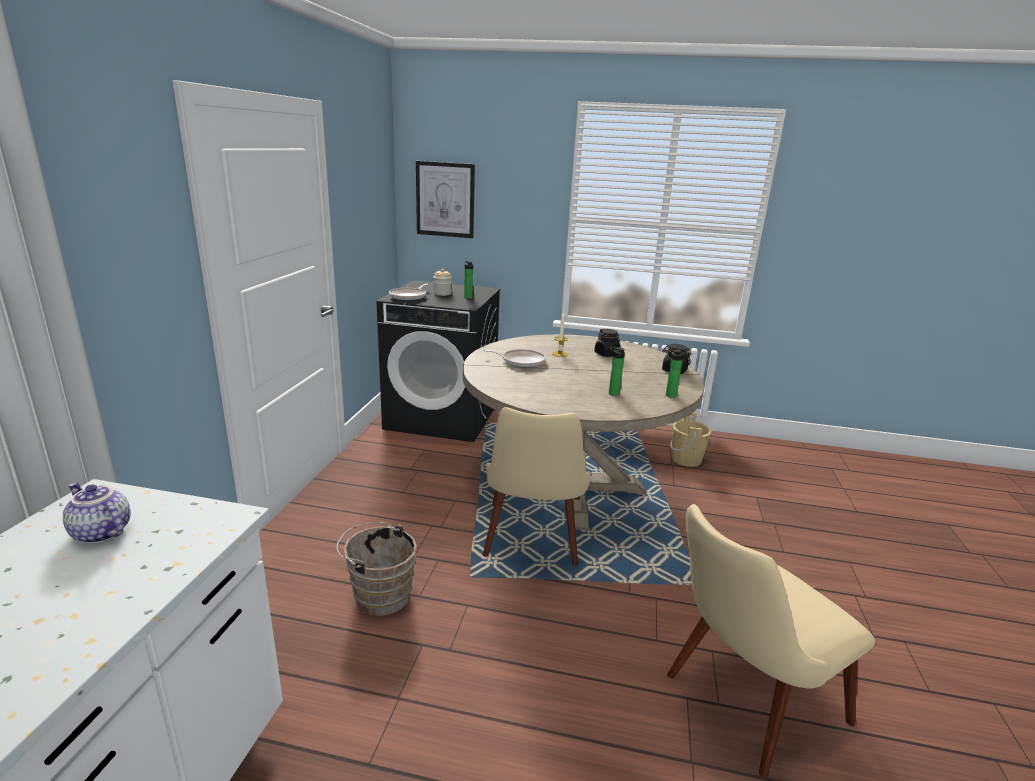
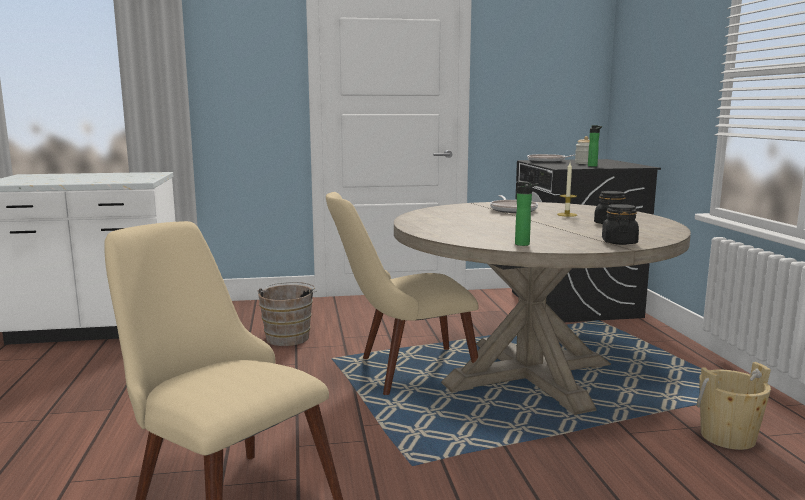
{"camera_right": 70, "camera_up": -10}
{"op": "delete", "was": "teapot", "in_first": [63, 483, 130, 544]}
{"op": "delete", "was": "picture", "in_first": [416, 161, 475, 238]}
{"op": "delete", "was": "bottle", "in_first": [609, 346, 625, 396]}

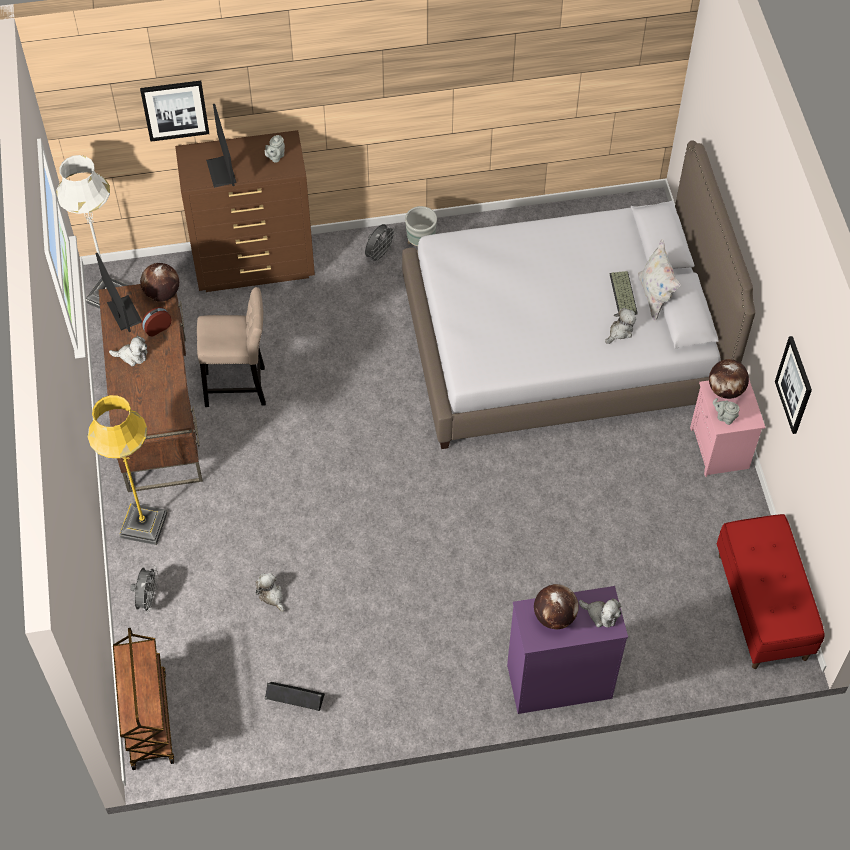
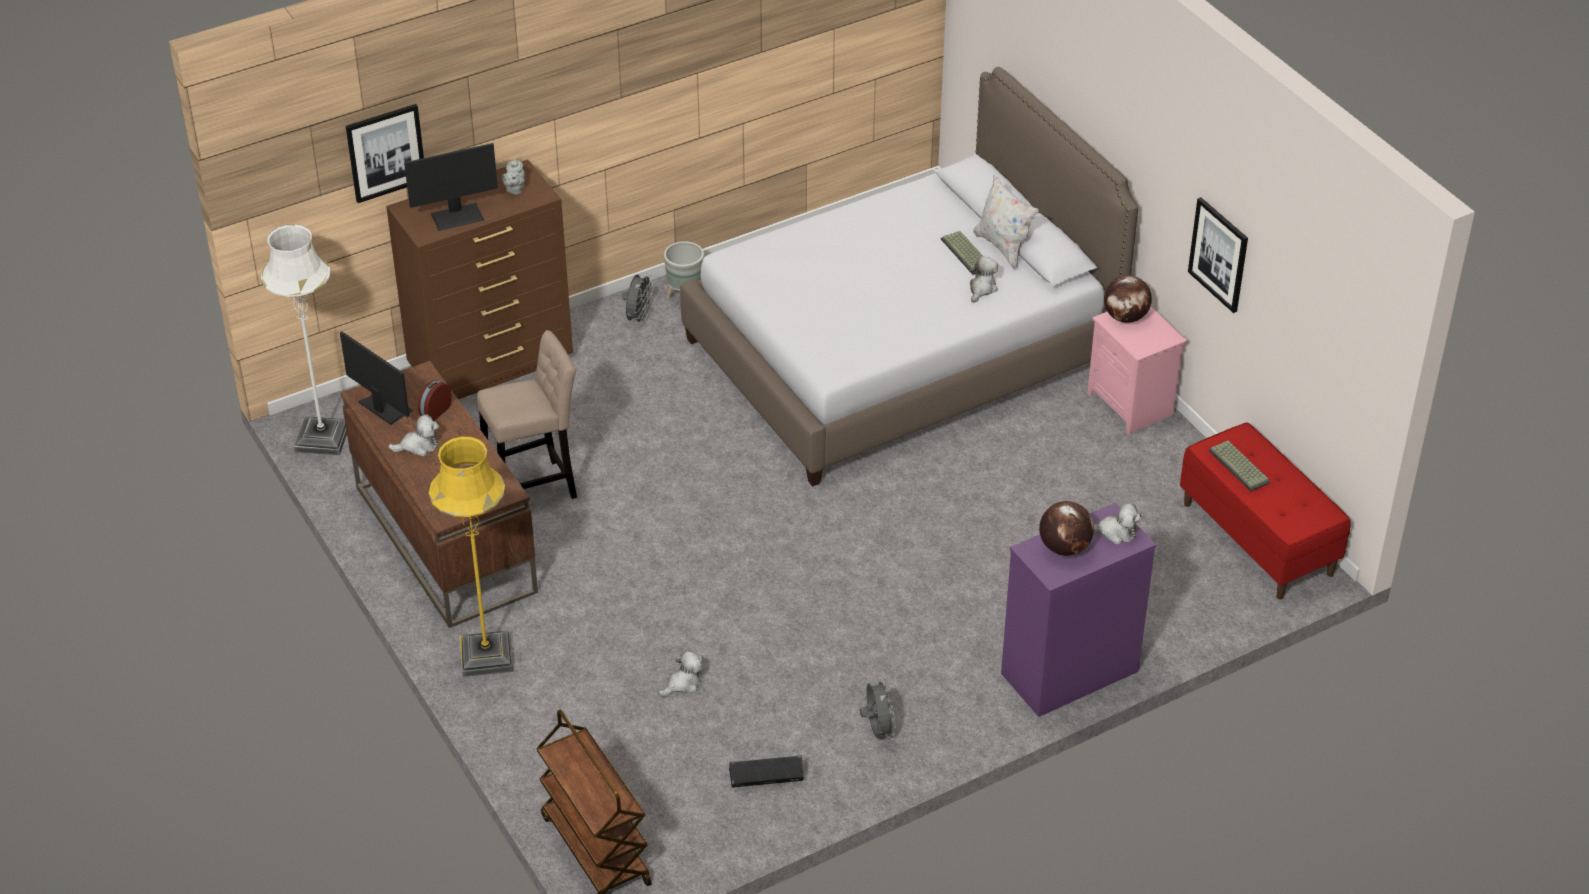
{"camera_right": -20, "camera_up": -15}
{"op": "delete", "was": "globe", "in_first": [140, 263, 179, 302]}
{"op": "delete", "was": "grey_teapot", "in_first": [713, 398, 740, 425]}
{"op": "insert", "now": "keyboard", "in_second": [1209, 441, 1270, 491]}
{"op": "move", "was": "grey_fan", "in_first": [130, 566, 158, 614], "in_second": [860, 678, 896, 739]}
{"op": "rotate", "was": "monitor", "in_first": [206, 104, 236, 188], "in_second": [404, 143, 498, 231], "clockwise": -75}
{"op": "rotate", "was": "plush_toy", "in_first": [256, 573, 284, 612], "in_second": [659, 650, 703, 697], "clockwise": 105}

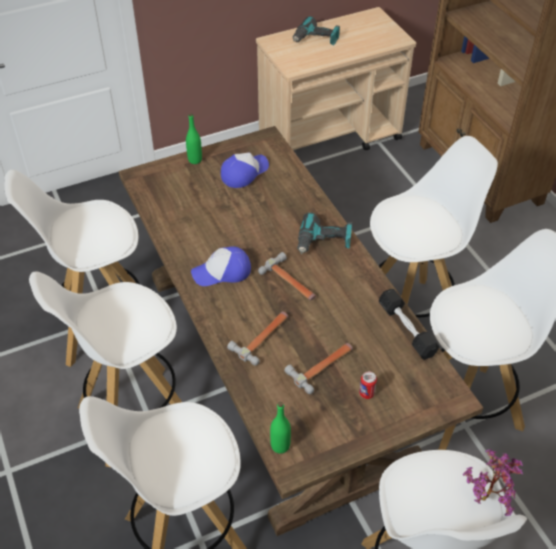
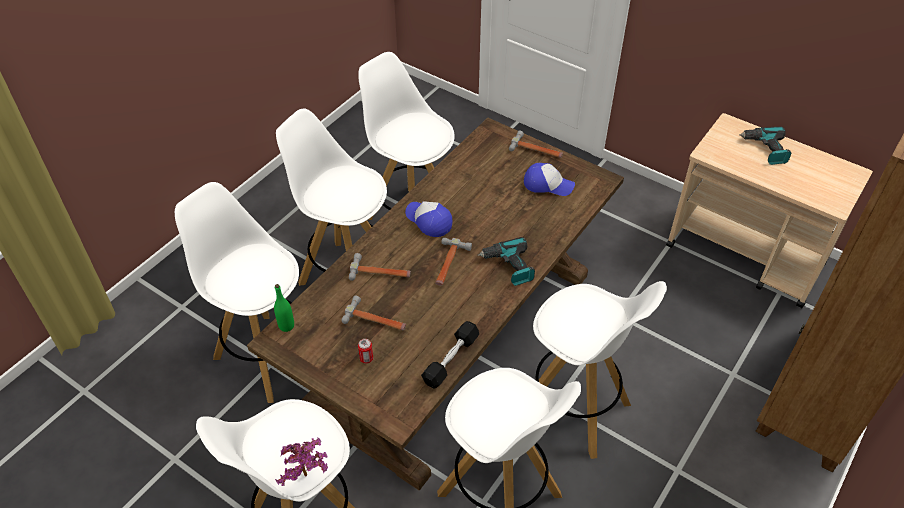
{"camera_right": 60, "camera_up": 0}
{"op": "replace", "was": "green_bottle", "now": "hammer", "in_first": [186, 113, 202, 164], "in_second": [509, 131, 563, 158]}

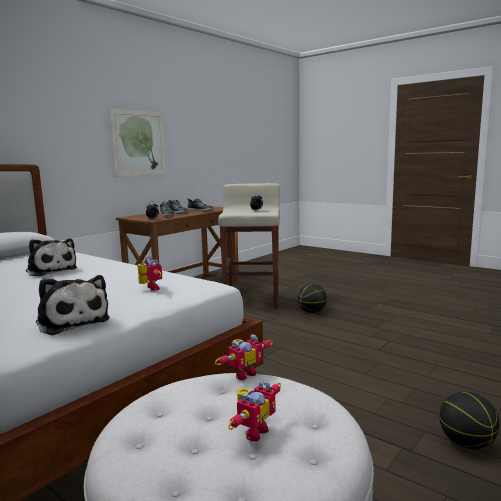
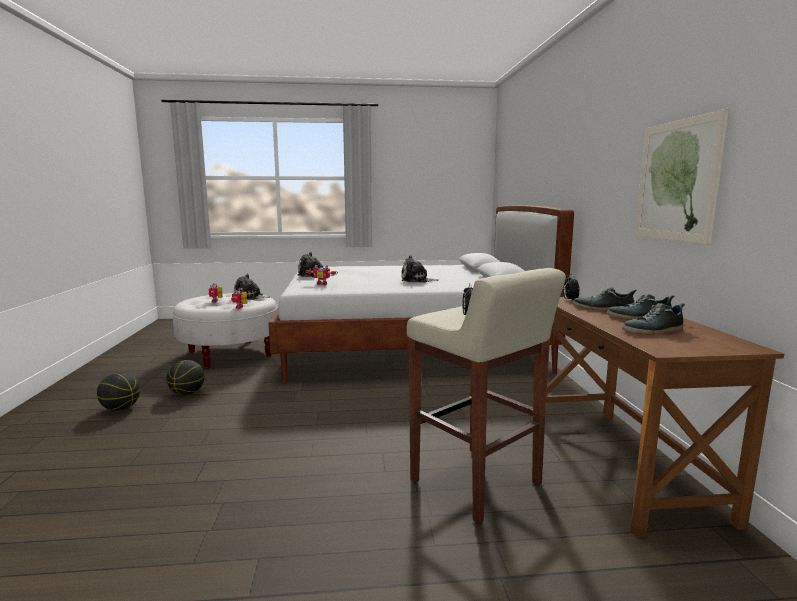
{"camera_right": 135, "camera_up": 0}
{"op": "insert", "now": "plush_toy", "in_second": [234, 274, 270, 300]}
{"op": "move", "was": "basketball", "in_first": [297, 284, 327, 313], "in_second": [167, 360, 205, 395]}

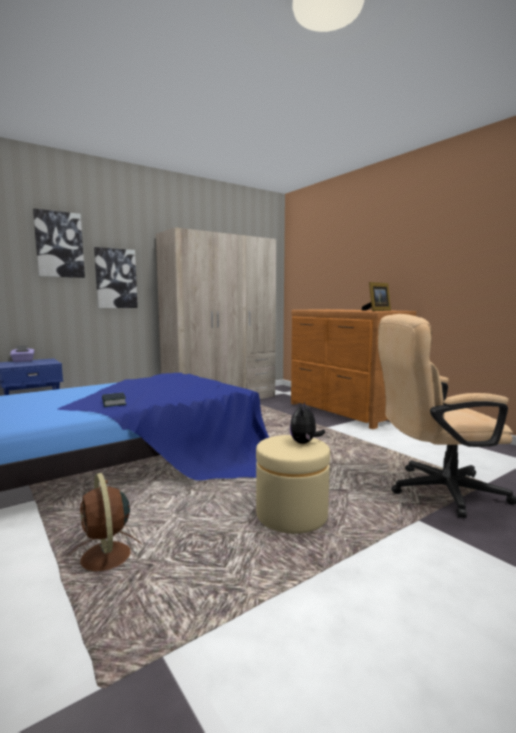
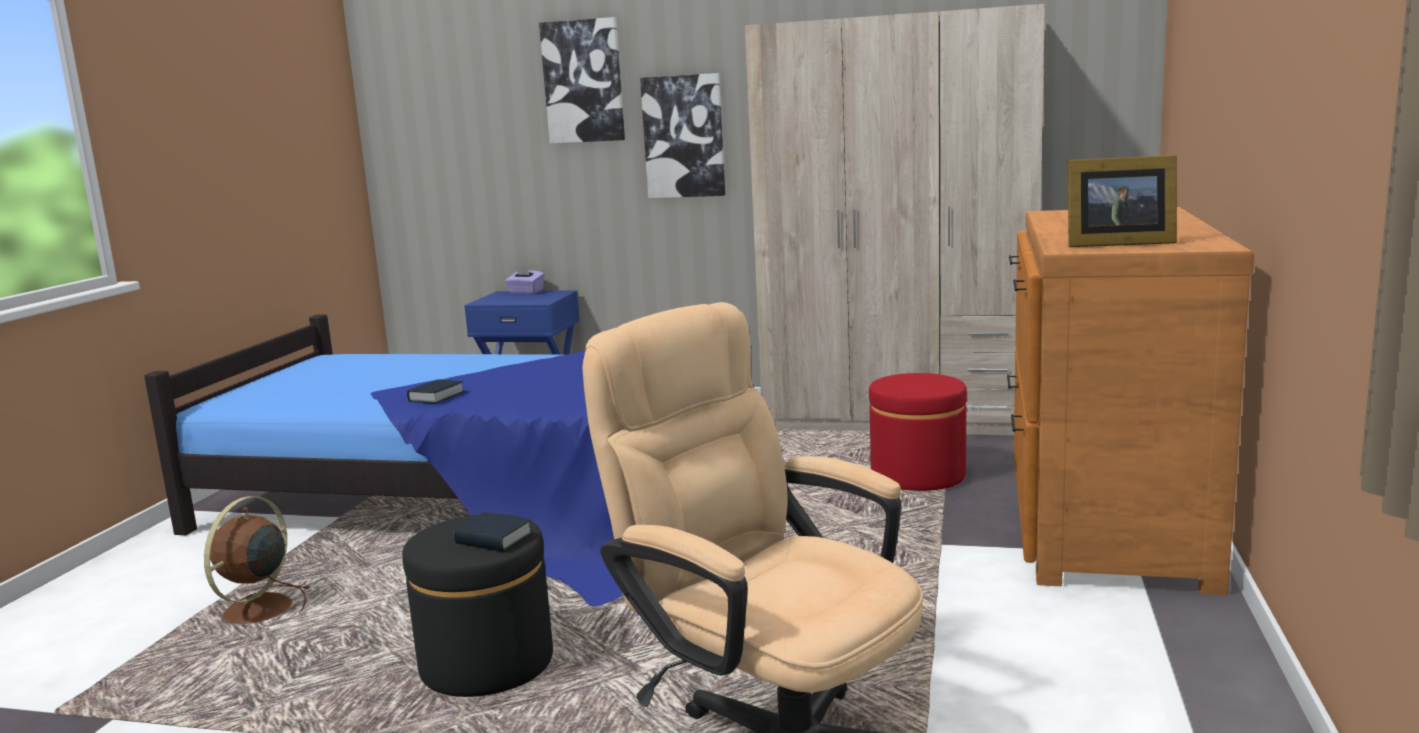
{"camera_right": 50, "camera_up": 5}
{"op": "insert", "now": "red_ottoman", "in_second": [869, 373, 967, 491]}
{"op": "replace", "was": "plush_toy", "now": "book", "in_first": [290, 402, 325, 444], "in_second": [453, 512, 533, 552]}
{"op": "recolor", "was": "beige_ottoman", "now": "black_ottoman", "in_first": [256, 435, 330, 534], "in_second": [402, 514, 553, 697]}

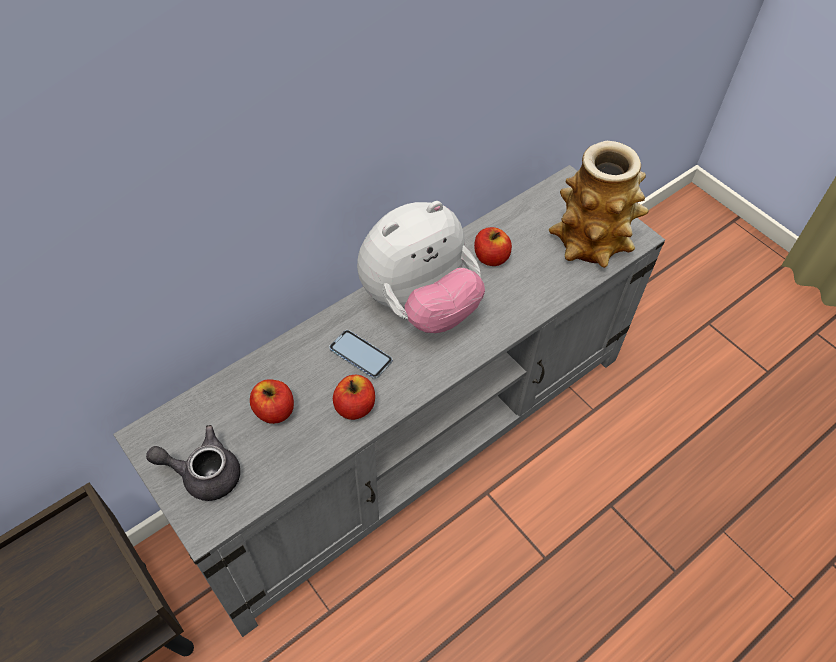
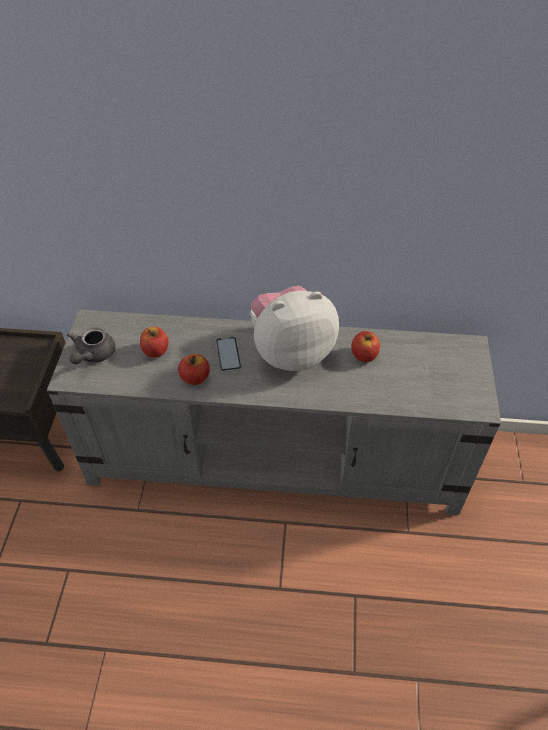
{"camera_right": 45, "camera_up": -5}
{"op": "delete", "was": "vase", "in_first": [549, 141, 649, 268]}
{"op": "rotate", "was": "grey_teapot", "in_first": [146, 425, 240, 501], "in_second": [67, 328, 115, 364], "clockwise": -120}
{"op": "rotate", "was": "plush_toy", "in_first": [357, 201, 485, 333], "in_second": [250, 286, 339, 371], "clockwise": 150}

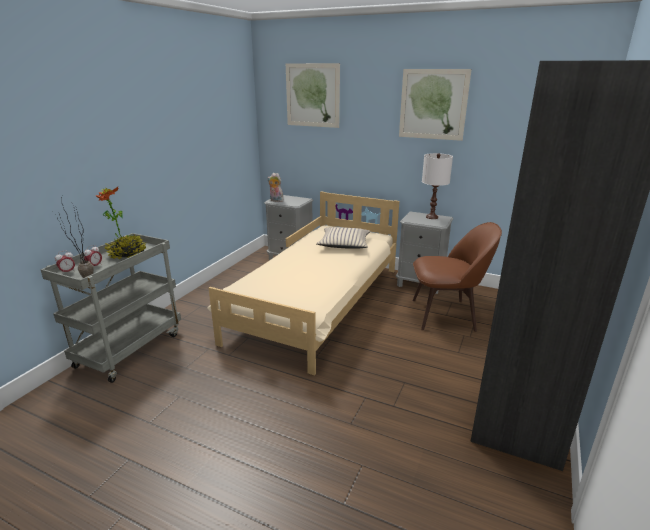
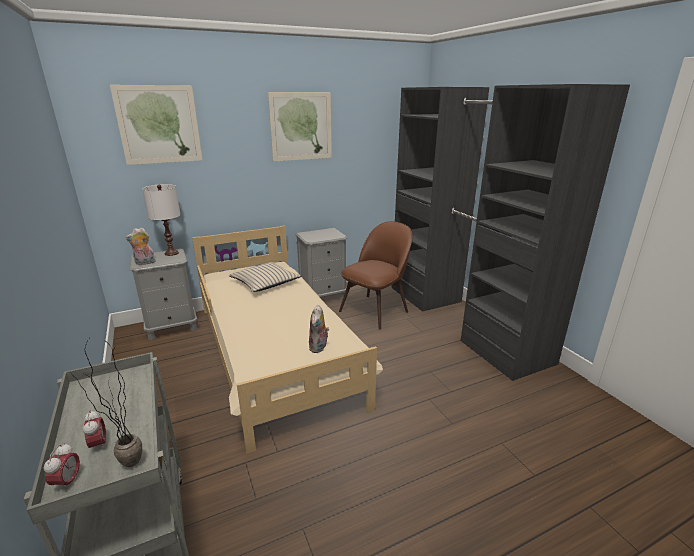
{"camera_right": -50, "camera_up": 0}
{"op": "delete", "was": "potted_plant", "in_first": [95, 187, 146, 259]}
{"op": "insert", "now": "plush_toy", "in_second": [309, 305, 329, 353]}
{"op": "move", "was": "white_table_lamp", "in_first": [422, 153, 453, 219], "in_second": [142, 184, 181, 256]}

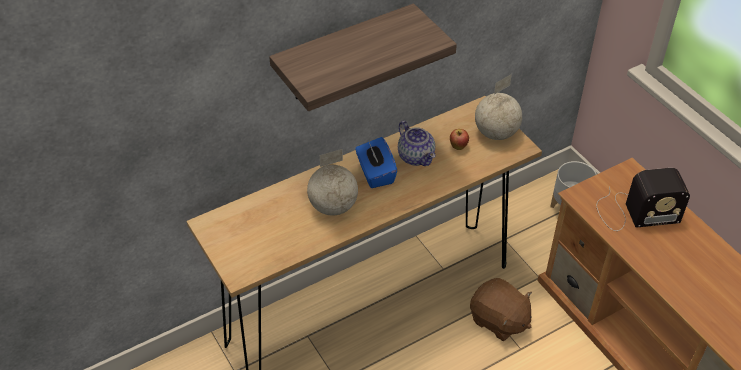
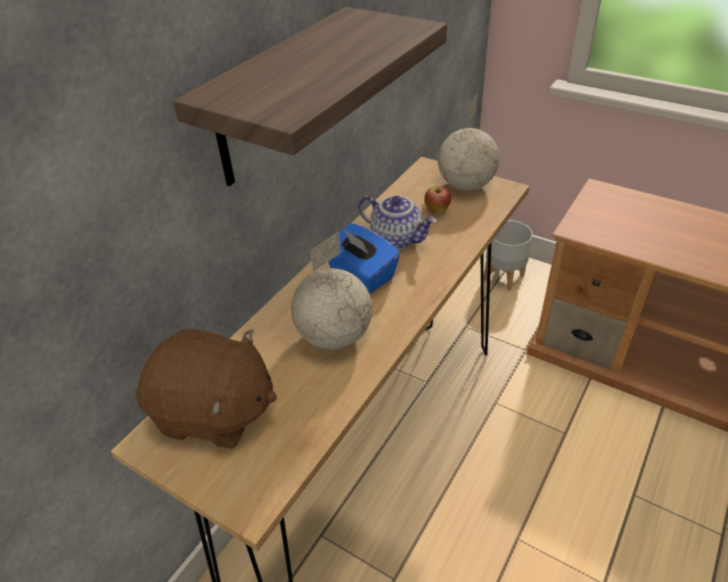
{"camera_right": -25, "camera_up": -5}
{"op": "delete", "was": "radio", "in_first": [596, 168, 690, 231]}
{"op": "move", "was": "brown_plush_toy", "in_first": [470, 278, 532, 341], "in_second": [136, 329, 277, 449]}

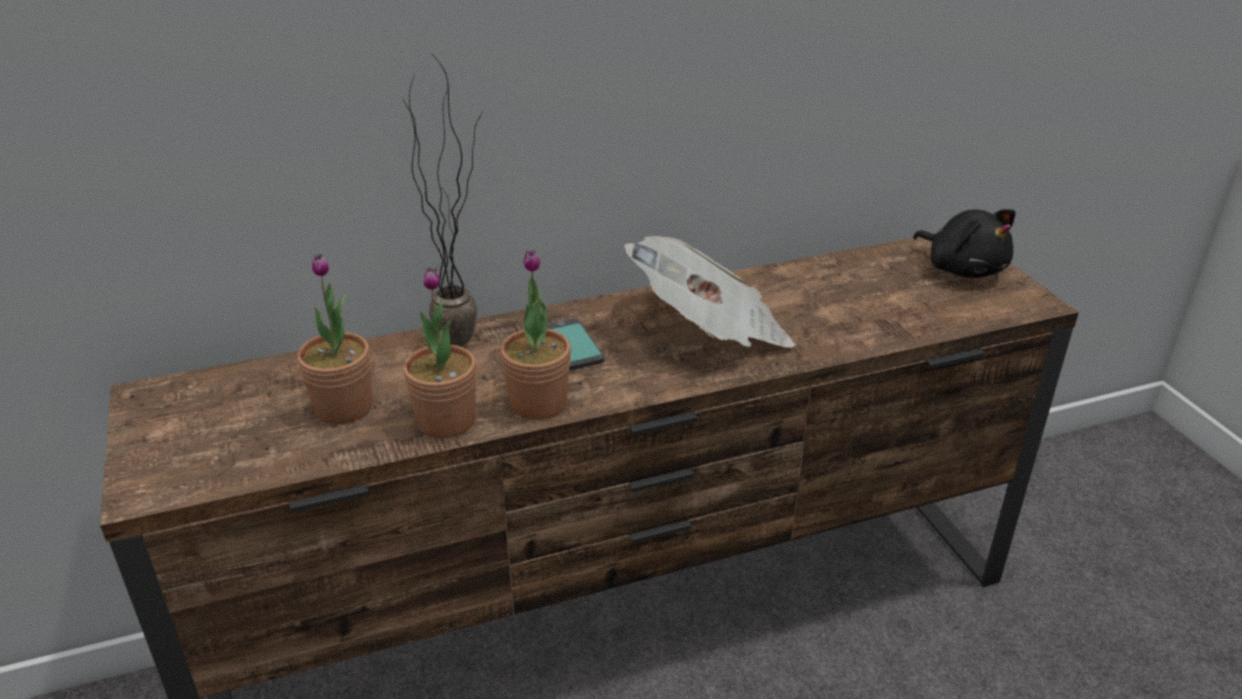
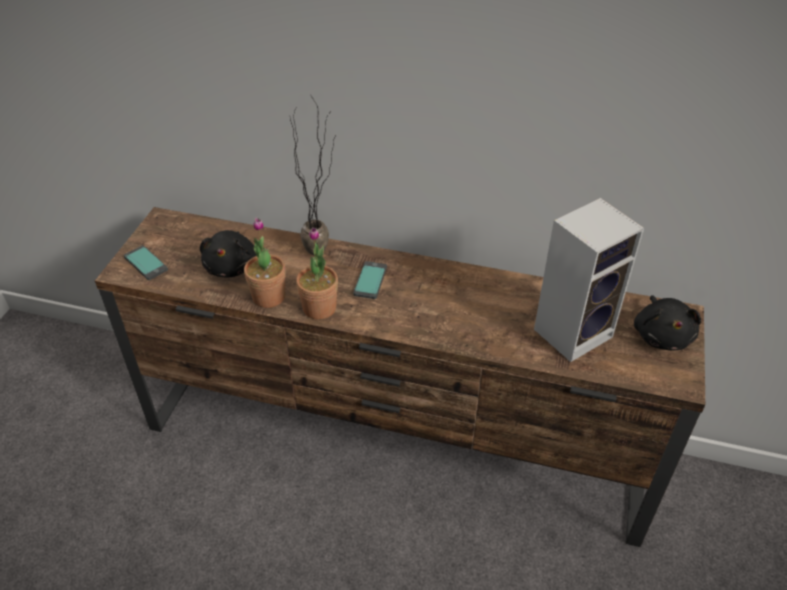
{"camera_right": 35, "camera_up": 10}
{"op": "delete", "was": "newspaper", "in_first": [624, 236, 796, 348]}
{"op": "insert", "now": "phone", "in_second": [124, 245, 168, 280]}
{"op": "insert", "now": "speaker", "in_second": [534, 198, 644, 362]}
{"op": "replace", "was": "potted_plant", "now": "black_plush_toy", "in_first": [297, 254, 372, 424], "in_second": [200, 230, 257, 278]}

